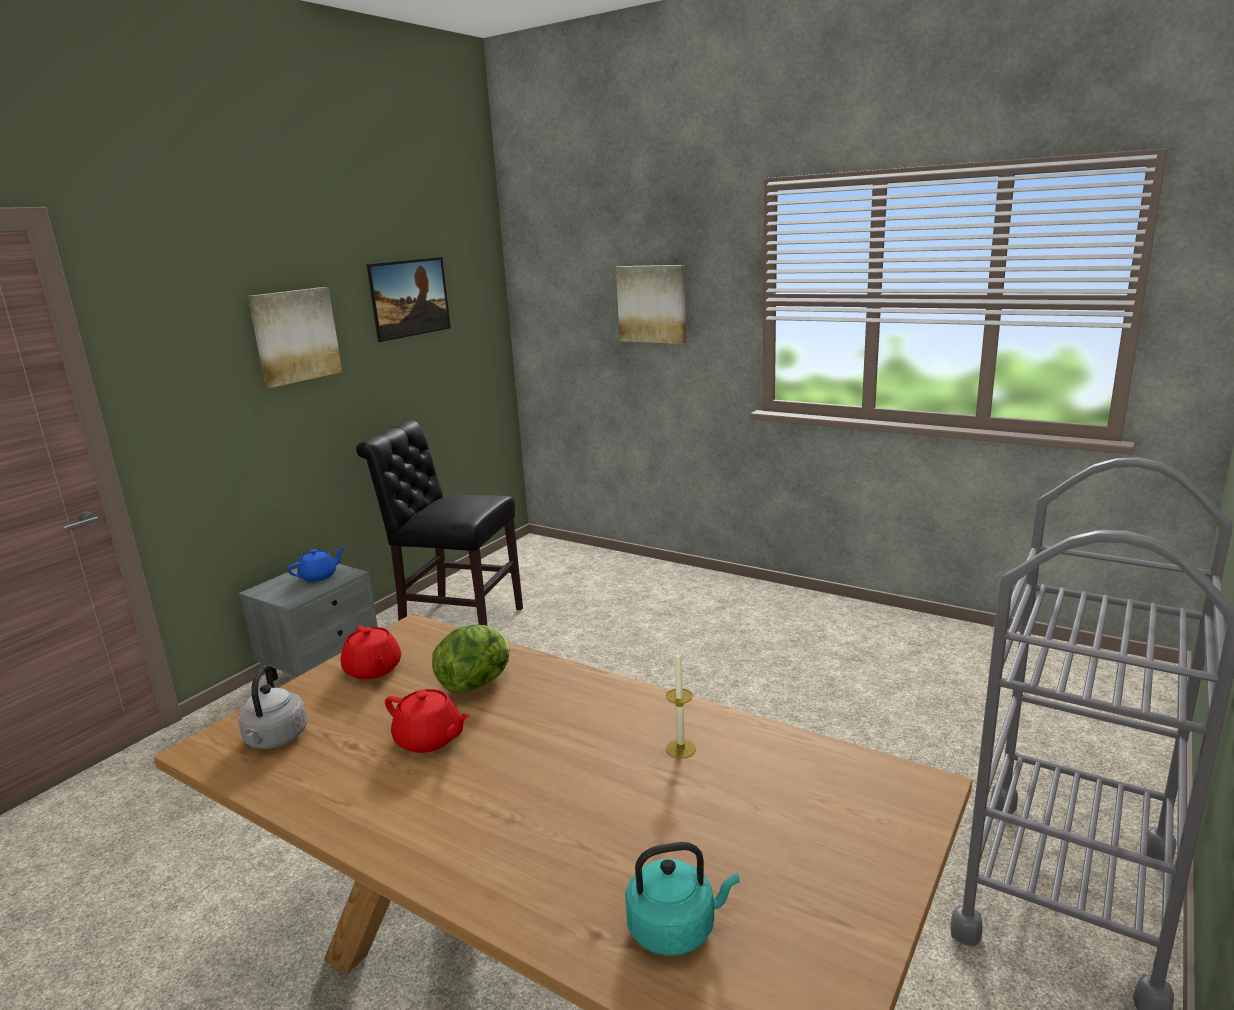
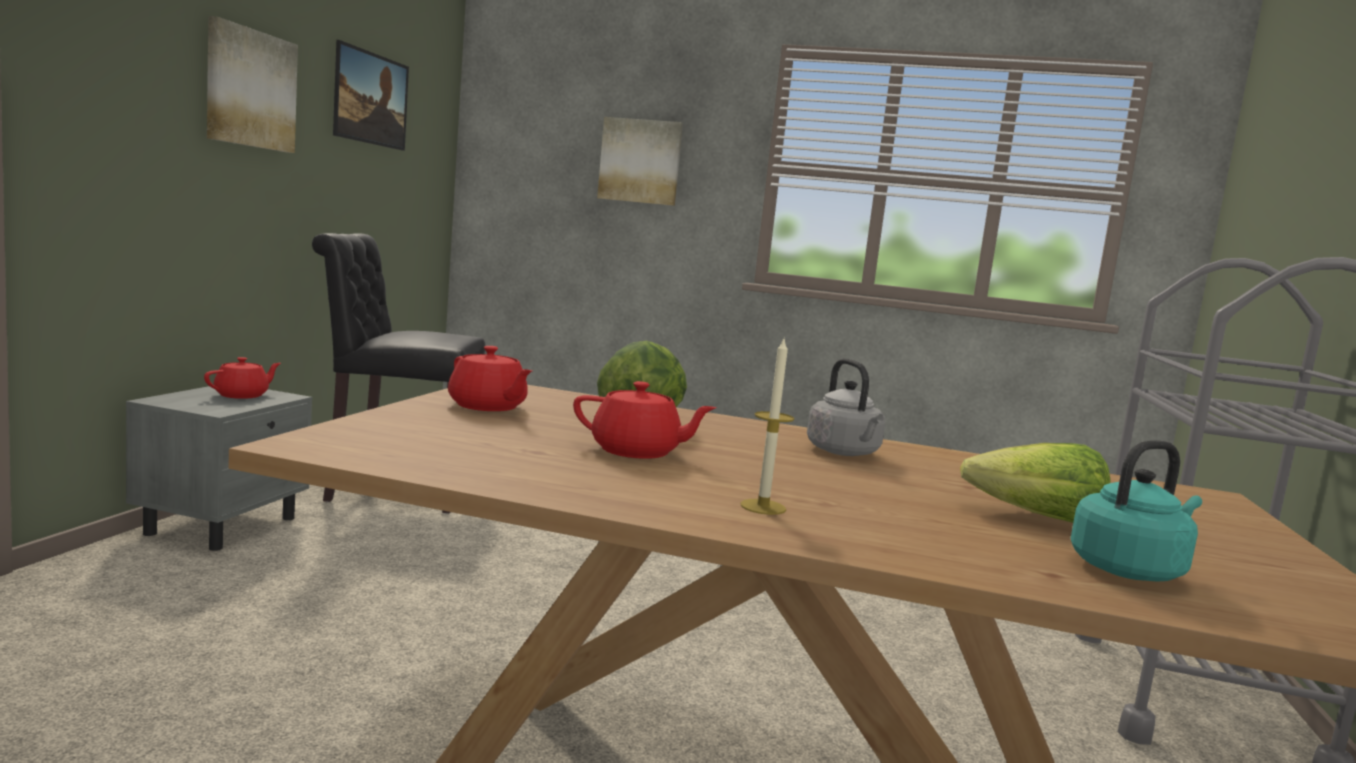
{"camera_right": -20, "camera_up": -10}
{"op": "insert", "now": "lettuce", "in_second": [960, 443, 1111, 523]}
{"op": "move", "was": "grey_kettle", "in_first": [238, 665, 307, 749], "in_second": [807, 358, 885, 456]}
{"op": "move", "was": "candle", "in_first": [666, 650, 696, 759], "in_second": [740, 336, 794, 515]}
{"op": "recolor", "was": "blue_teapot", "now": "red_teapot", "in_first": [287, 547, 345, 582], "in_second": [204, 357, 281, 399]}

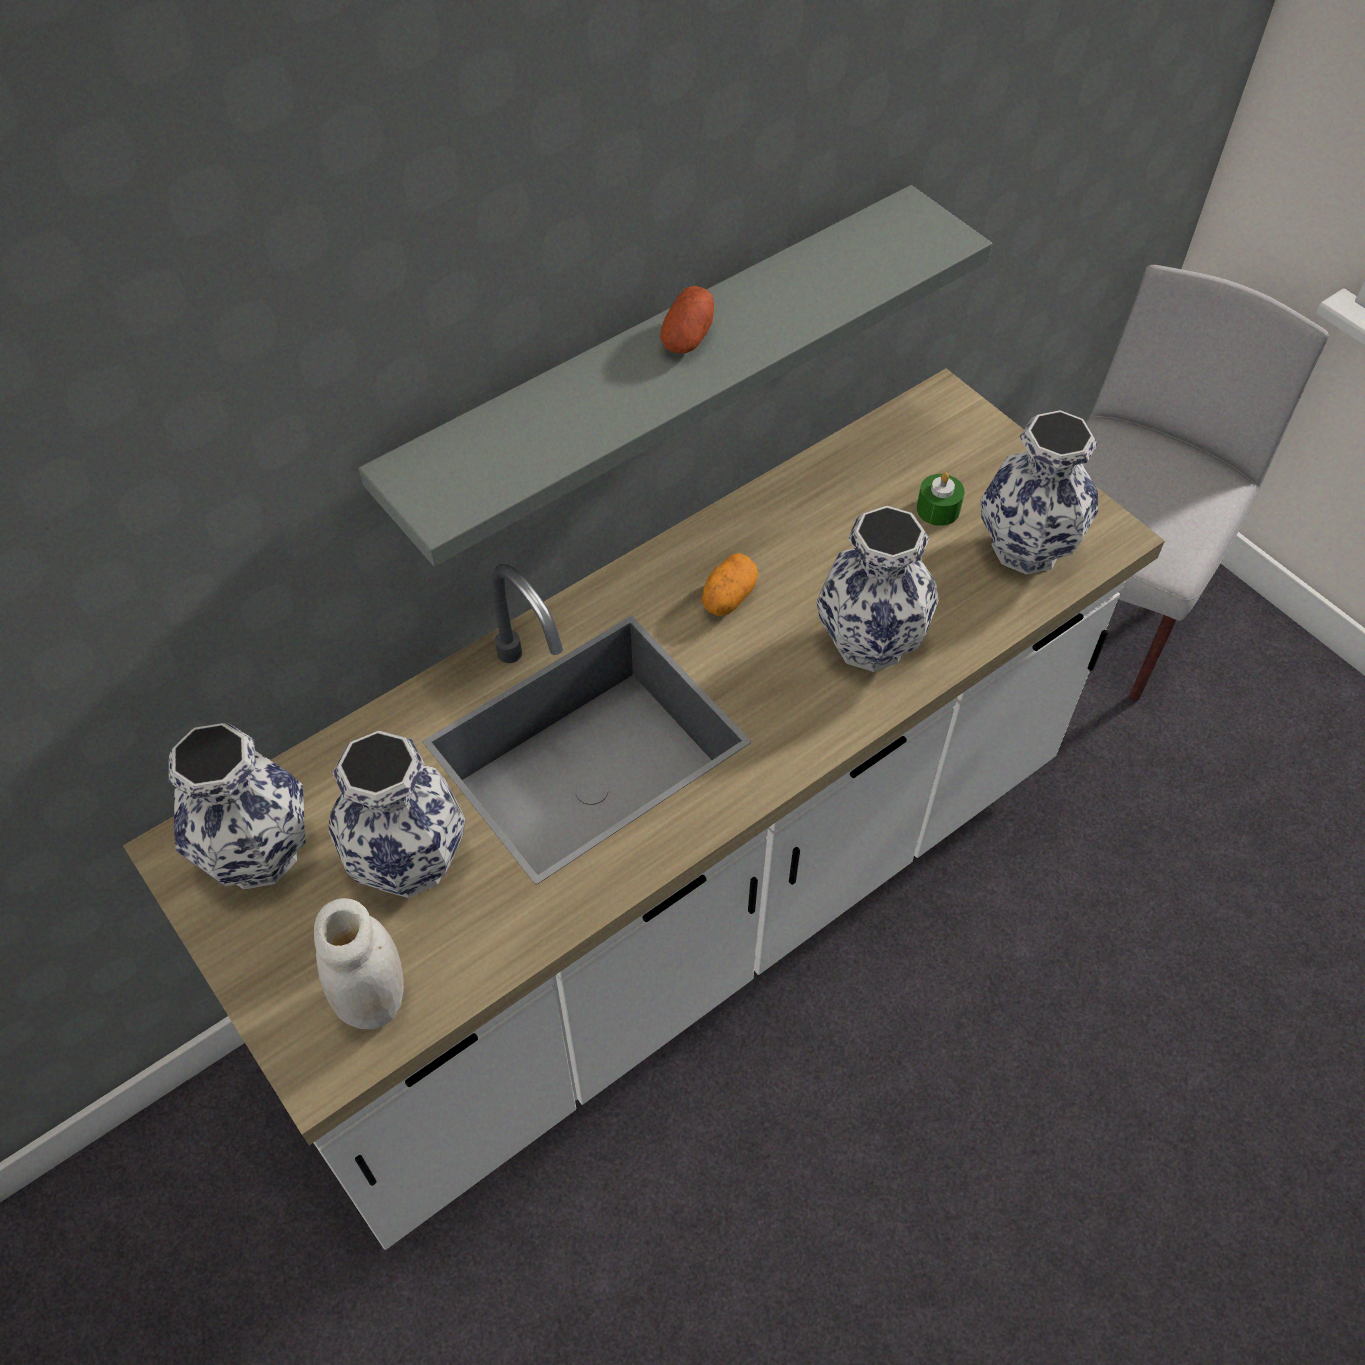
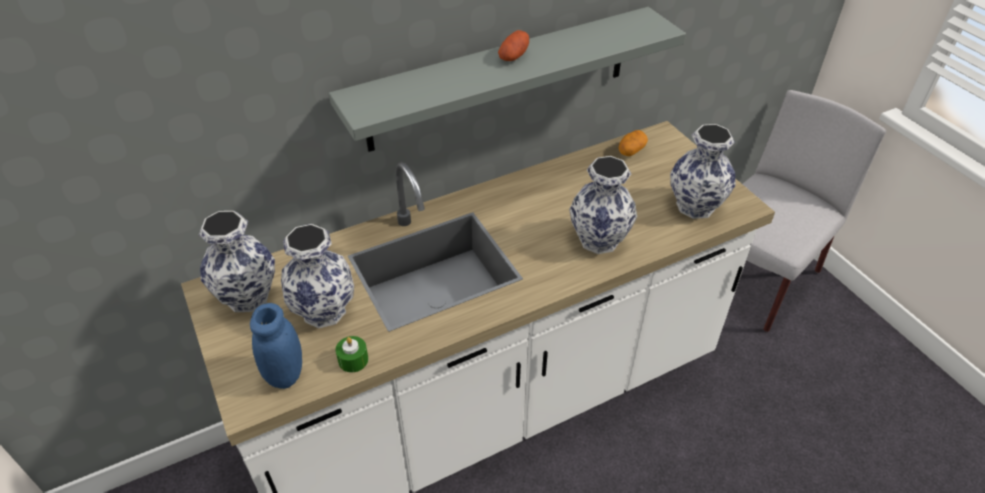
{"camera_right": 10, "camera_up": -10}
{"op": "move", "was": "potato", "in_first": [702, 553, 759, 616], "in_second": [619, 130, 648, 156]}
{"op": "move", "was": "green_candle", "in_first": [917, 472, 965, 526], "in_second": [335, 336, 369, 372]}
{"op": "recolor", "was": "white_jar", "now": "blue_jar", "in_first": [314, 898, 404, 1029], "in_second": [250, 303, 302, 389]}

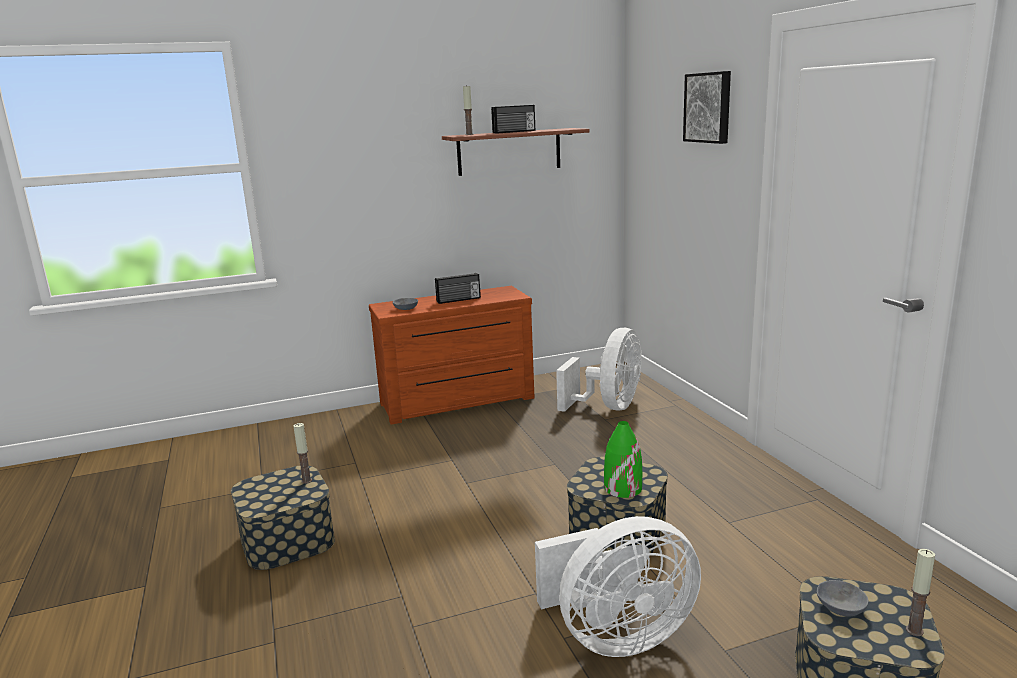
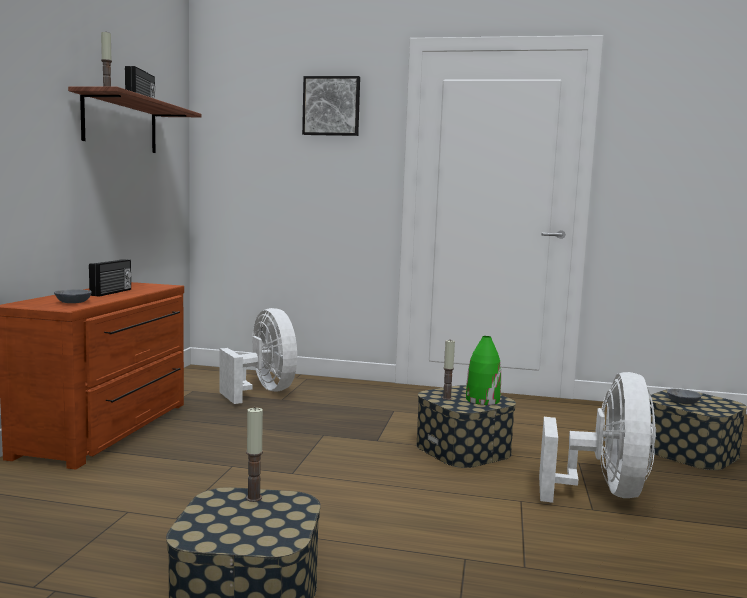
{"camera_right": -60, "camera_up": -10}
{"op": "move", "was": "candle", "in_first": [906, 549, 935, 636], "in_second": [442, 340, 455, 400]}

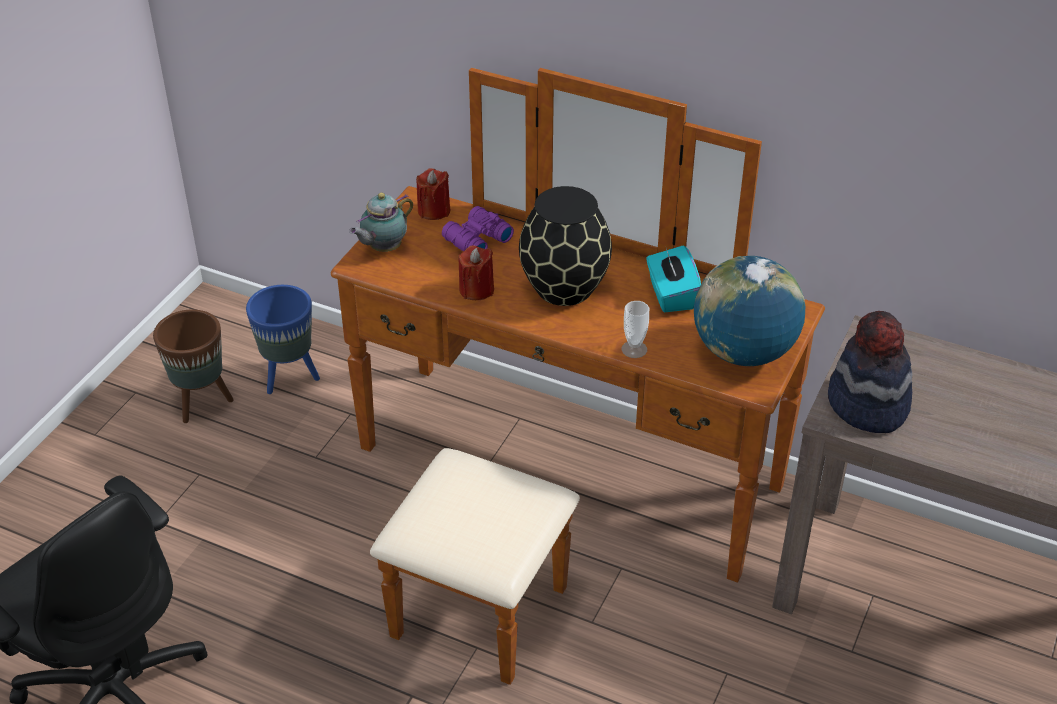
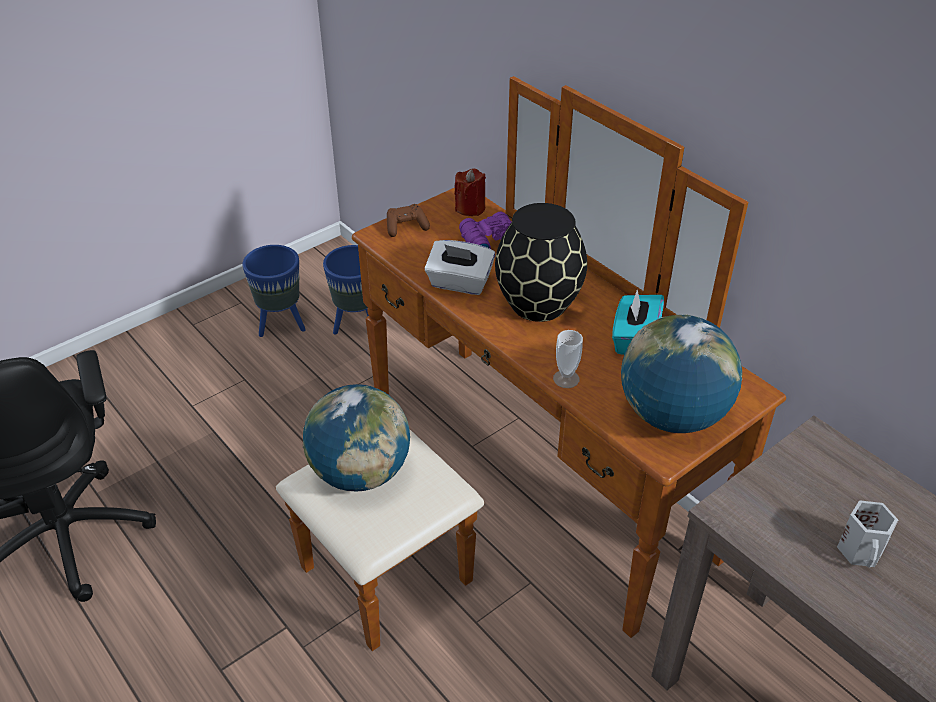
{"camera_right": 25, "camera_up": 0}
{"op": "delete", "was": "hat", "in_first": [828, 311, 912, 433]}
{"op": "insert", "now": "globe", "in_second": [302, 384, 410, 491]}
{"op": "insert", "now": "white_mug", "in_second": [837, 500, 898, 568]}
{"op": "replace", "was": "teapot", "now": "brown_game_controller", "in_first": [349, 193, 413, 252], "in_second": [387, 204, 430, 237]}
{"op": "replace", "was": "red_candle", "now": "white_tissue_box", "in_first": [458, 246, 494, 300], "in_second": [425, 240, 495, 295]}
{"op": "recolor", "was": "brown_planter", "now": "blue_planter", "in_first": [153, 309, 234, 423], "in_second": [242, 245, 306, 337]}

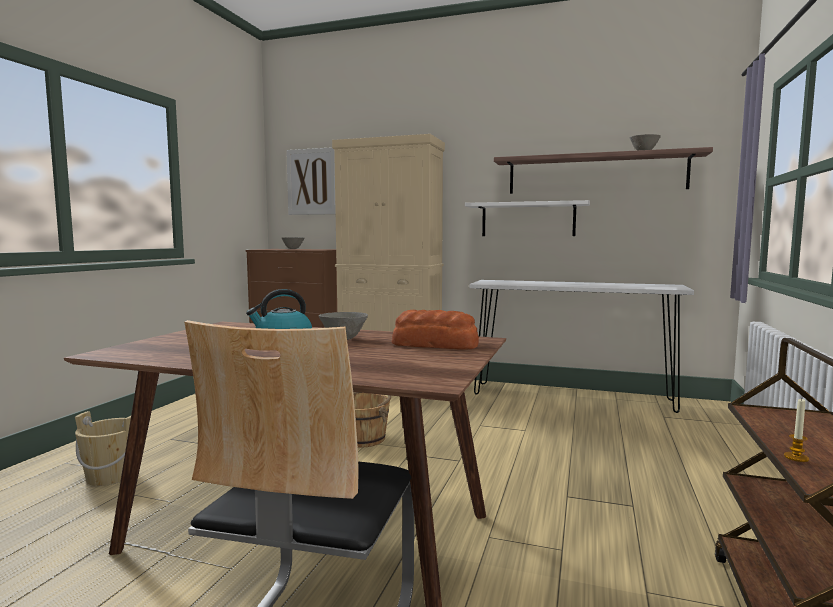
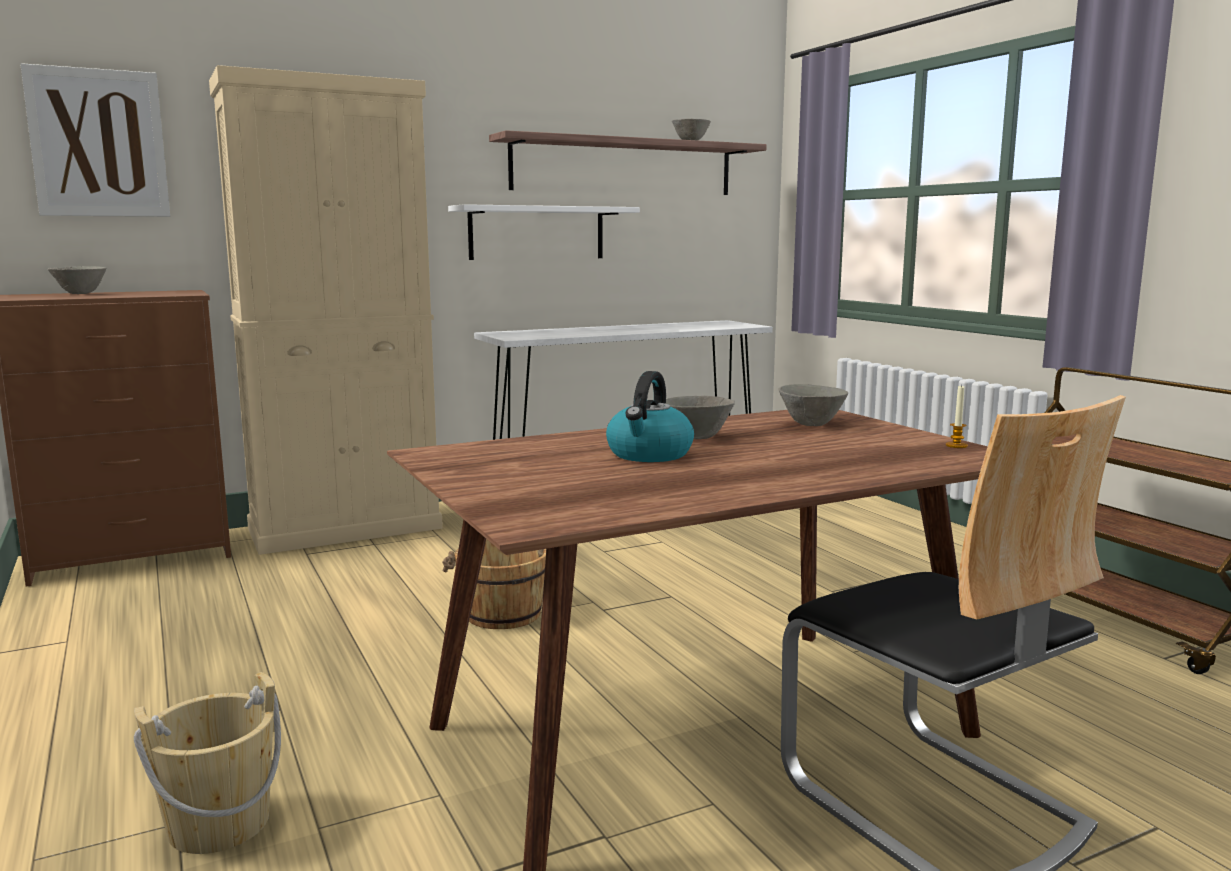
{"camera_right": -45, "camera_up": 5}
{"op": "move", "was": "candle", "in_first": [784, 399, 809, 462], "in_second": [946, 384, 968, 448]}
{"op": "replace", "was": "bread", "now": "grey_bowl", "in_first": [391, 310, 479, 349], "in_second": [778, 384, 848, 426]}

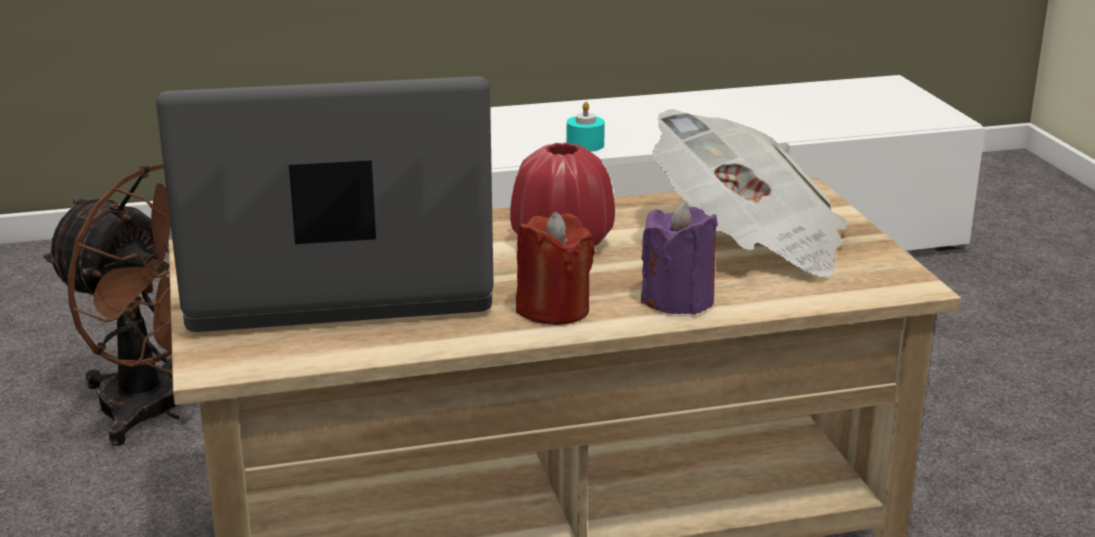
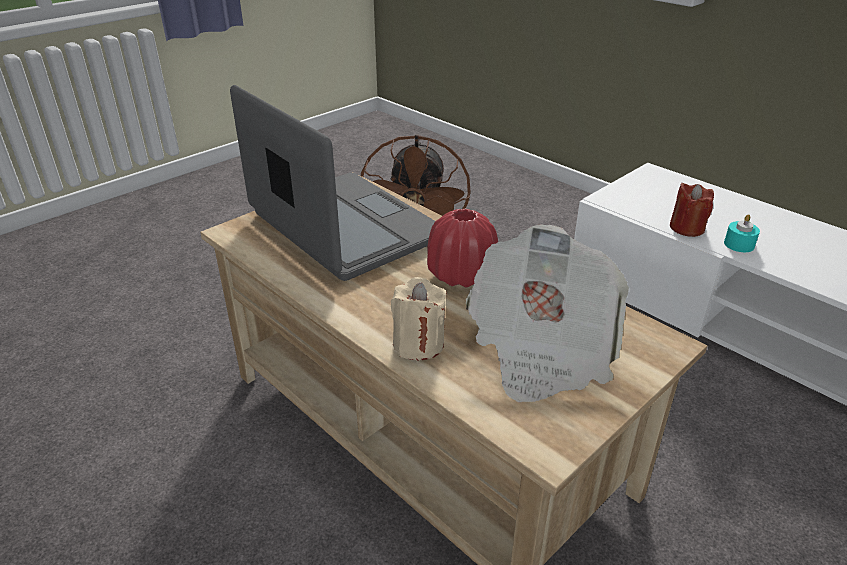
{"camera_right": 60, "camera_up": 10}
{"op": "move", "was": "red_candle", "in_first": [516, 212, 595, 325], "in_second": [670, 183, 714, 237]}
{"op": "recolor", "was": "purple_candle", "now": "beige_candle", "in_first": [641, 201, 718, 315], "in_second": [391, 277, 447, 360]}

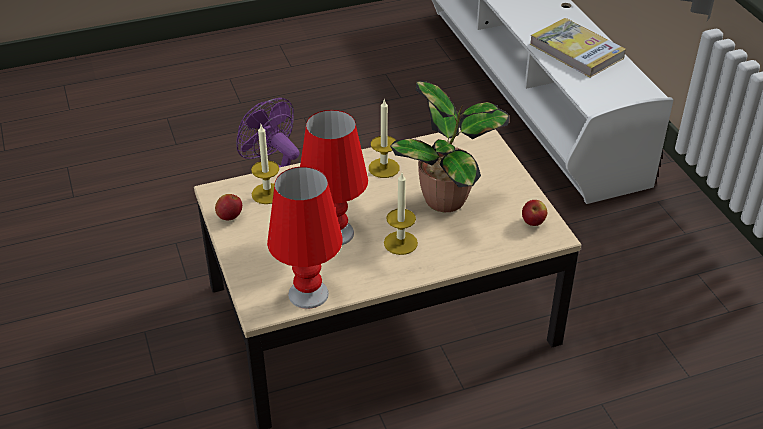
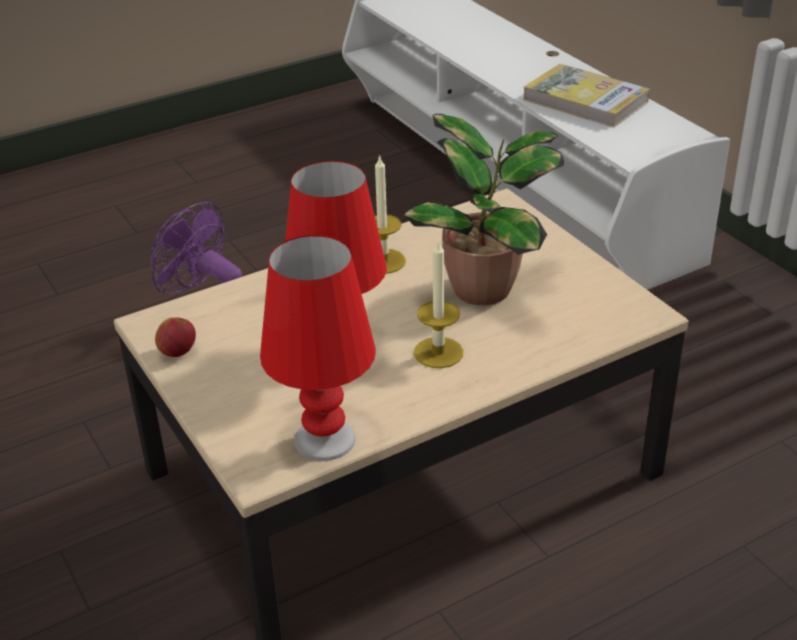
{"camera_right": -10, "camera_up": -5}
{"op": "delete", "was": "candle", "in_first": [251, 125, 279, 204]}
{"op": "delete", "was": "apple", "in_first": [522, 200, 547, 226]}

